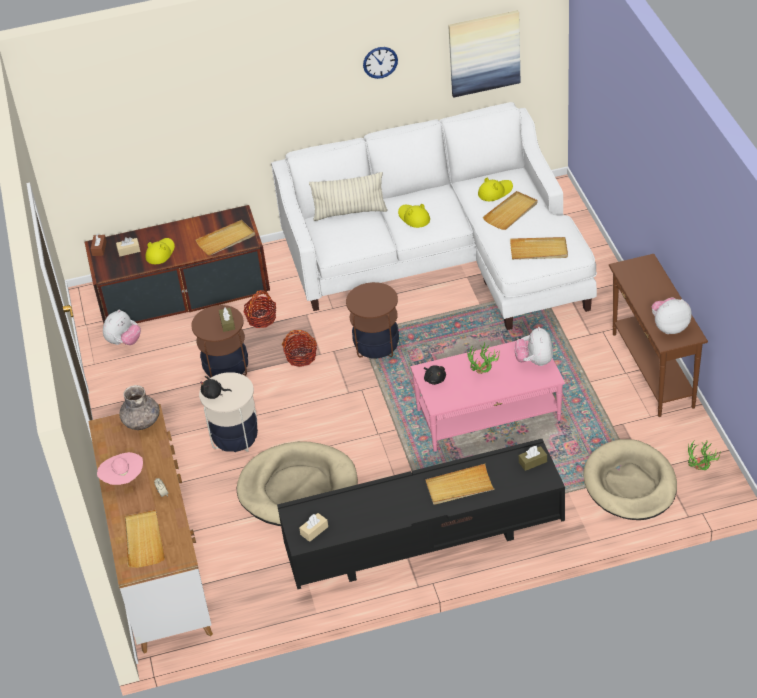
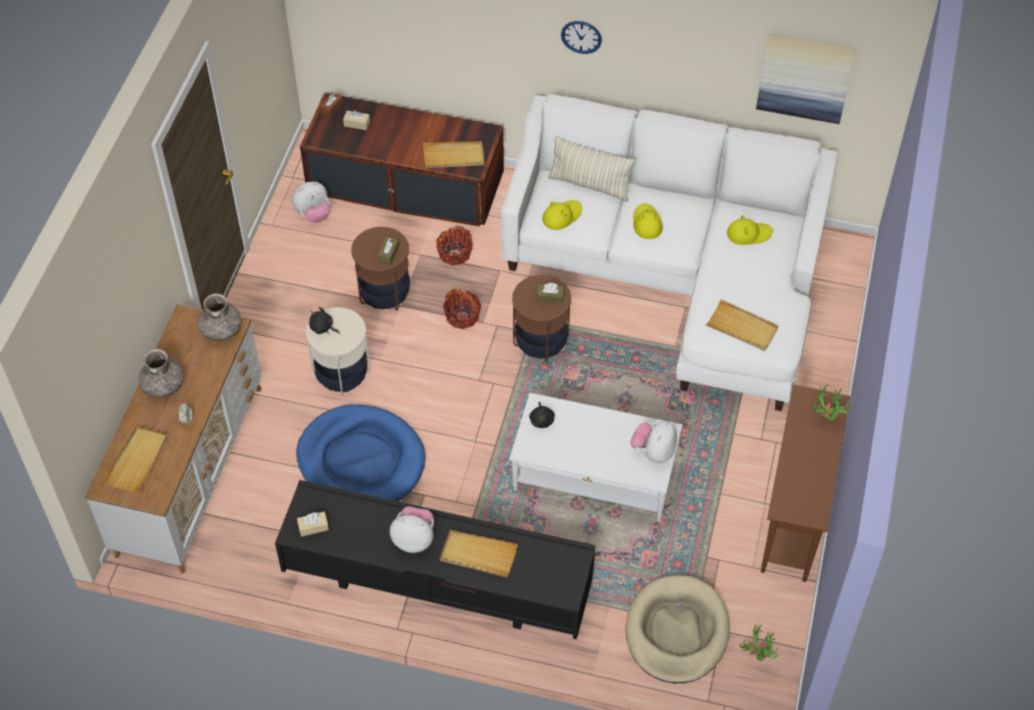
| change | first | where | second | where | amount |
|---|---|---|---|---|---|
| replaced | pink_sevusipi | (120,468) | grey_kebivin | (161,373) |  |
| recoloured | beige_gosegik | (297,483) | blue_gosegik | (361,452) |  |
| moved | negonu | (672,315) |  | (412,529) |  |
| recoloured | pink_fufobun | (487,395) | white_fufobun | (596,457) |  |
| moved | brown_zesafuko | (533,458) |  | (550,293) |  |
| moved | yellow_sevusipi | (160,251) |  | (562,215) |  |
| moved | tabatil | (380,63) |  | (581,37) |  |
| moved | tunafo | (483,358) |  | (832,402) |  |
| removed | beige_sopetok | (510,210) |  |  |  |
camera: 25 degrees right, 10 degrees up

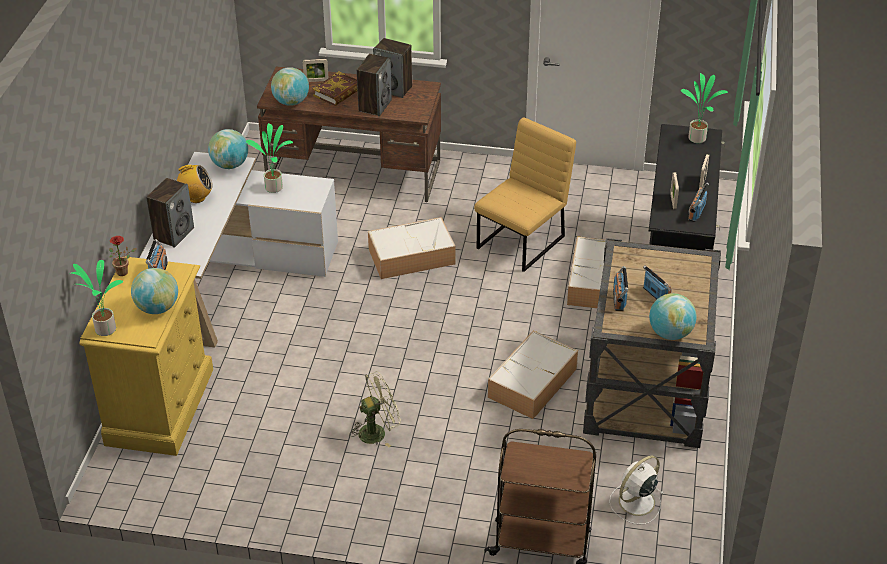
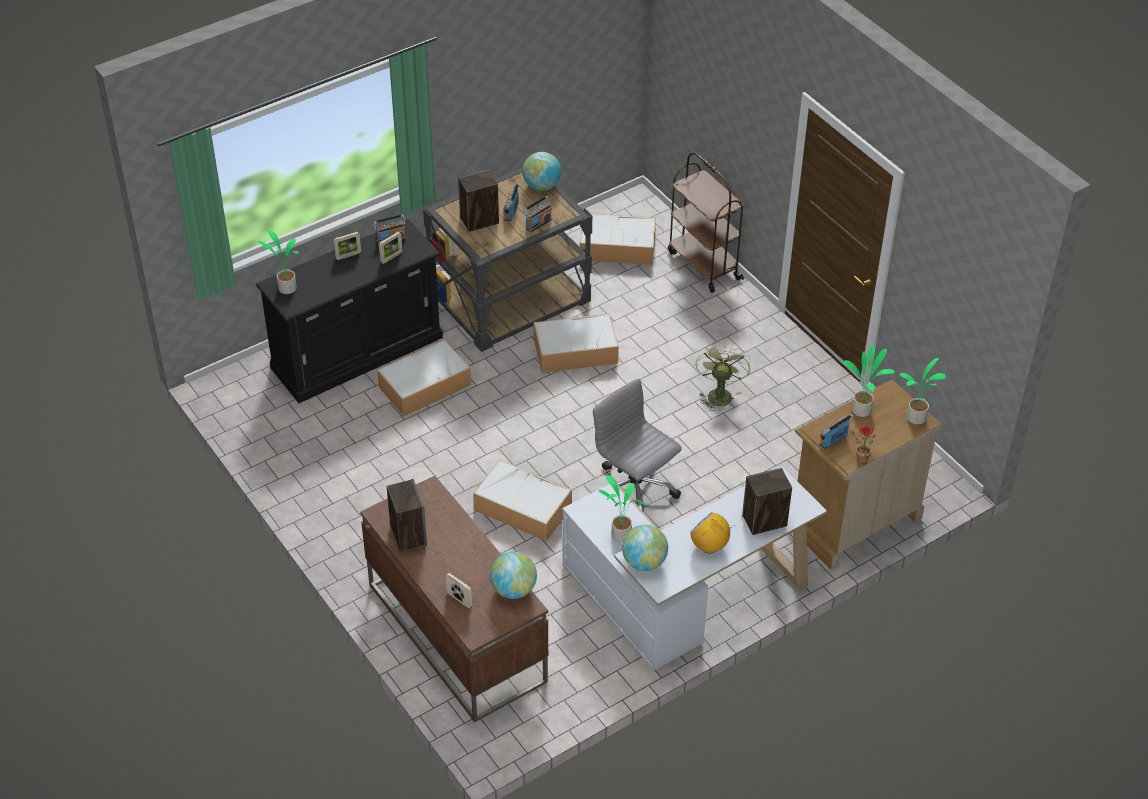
| change | first | where | second | where | amount |
|---|---|---|---|---|---|
| moved | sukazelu | (374,85) |  | (478,201) |  |
| replaced | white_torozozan | (636,490) | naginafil | (618,239) |  |
| added |  |  | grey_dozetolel | (637,445) |  |
| turned | green_torozozan | (375,409) |  | (723,377) | 75 degrees clockwise |
| recoloured | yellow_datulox | (146,356) | brown_datulox | (868,474) |  |
| replaced | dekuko | (154,291) | tunafo | (869,380) |  |
| removed | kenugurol | (335,89) |  |  |  |
| removed | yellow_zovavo | (525,194) |  |  |  |
camera: 135 degrees left, 5 degrees up

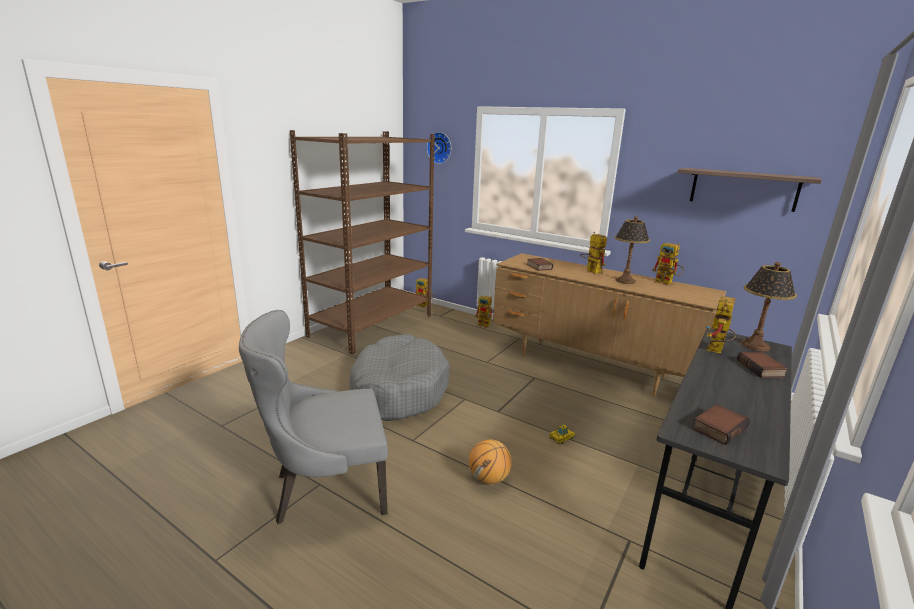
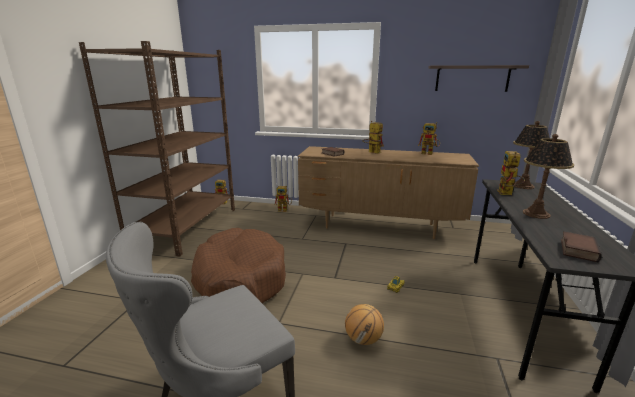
| change | first | where | second | where | amount |
|---|---|---|---|---|---|
| recoloured | grey_gosegik | (399,377) | brown_gosegik | (238,265) |  |
| moved | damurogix | (632,250) |  | (549,176) |  |
| removed | tabatil | (439,148) |  |  |  |
| removed | kenugurol | (762,365) |  |  |  |
camera: 20 degrees left, 0 degrees up

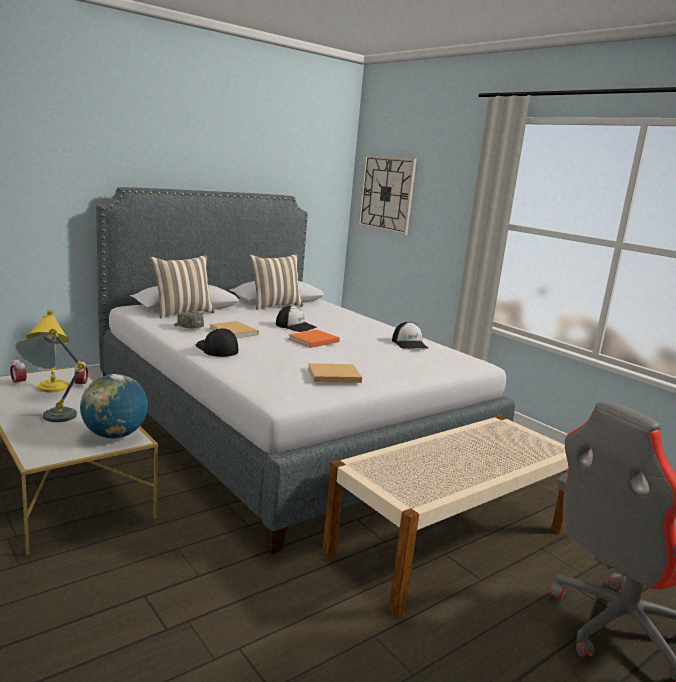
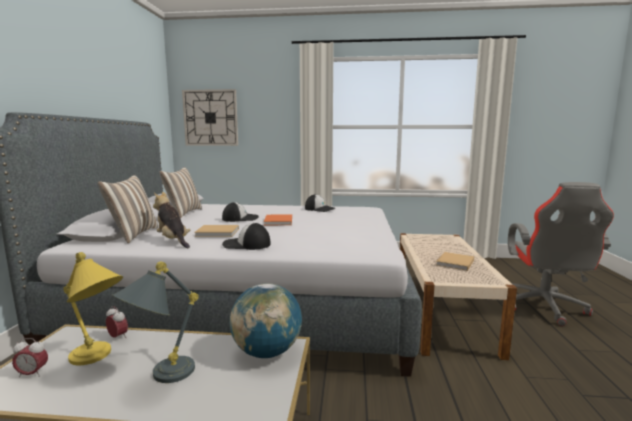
| change | first | where | second | where | amount |
|---|---|---|---|---|---|
| replaced | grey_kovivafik | (189,320) | negonu | (171,220) |  |
| moved | beige_kenugurol | (335,373) |  | (455,261) |  |
camera: 45 degrees left, 5 degrees down

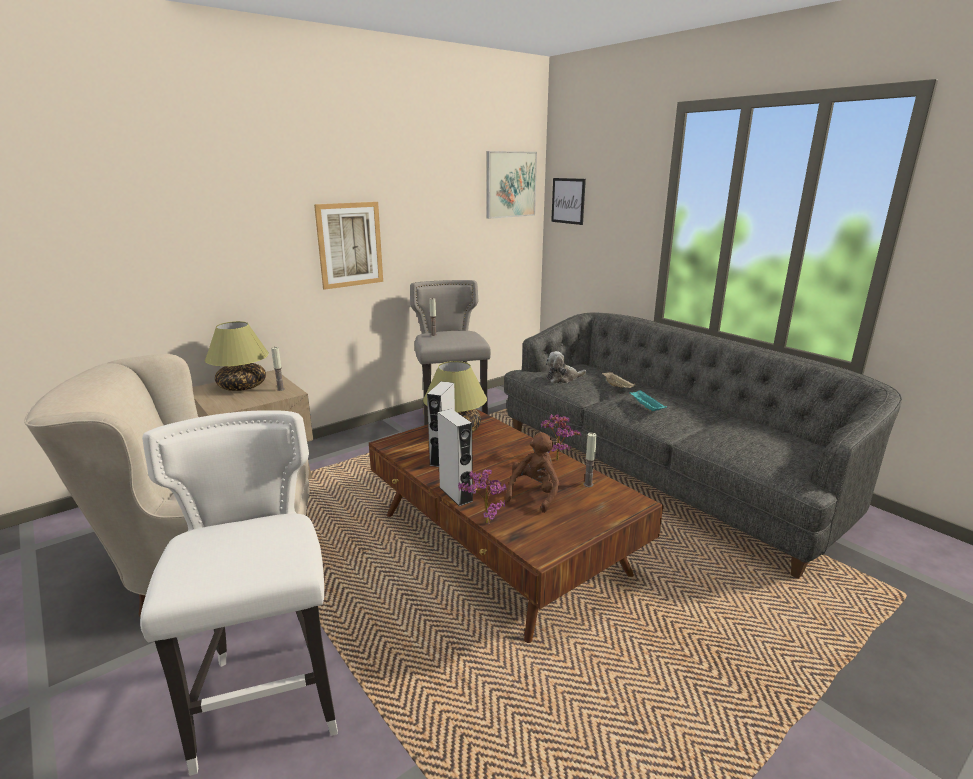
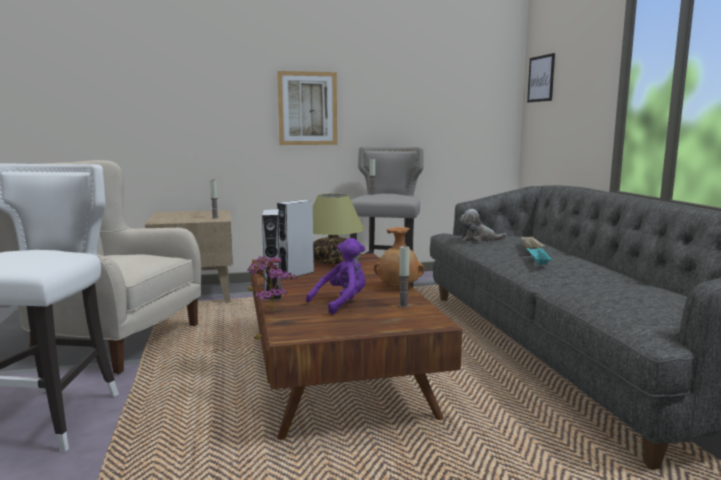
| change | first | where | second | where | amount |
|---|---|---|---|---|---|
| recoloured | brown_negonu | (532,472) | purple_negonu | (336,276) |  |
| replaced | tunafo | (561,437) | brown_kebivin | (399,257) |  |
| removed | damurogix | (237,356) |  |  |  |
| removed | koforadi | (512,185) |  |  |  |
camera: 25 degrees right, 10 degrees down

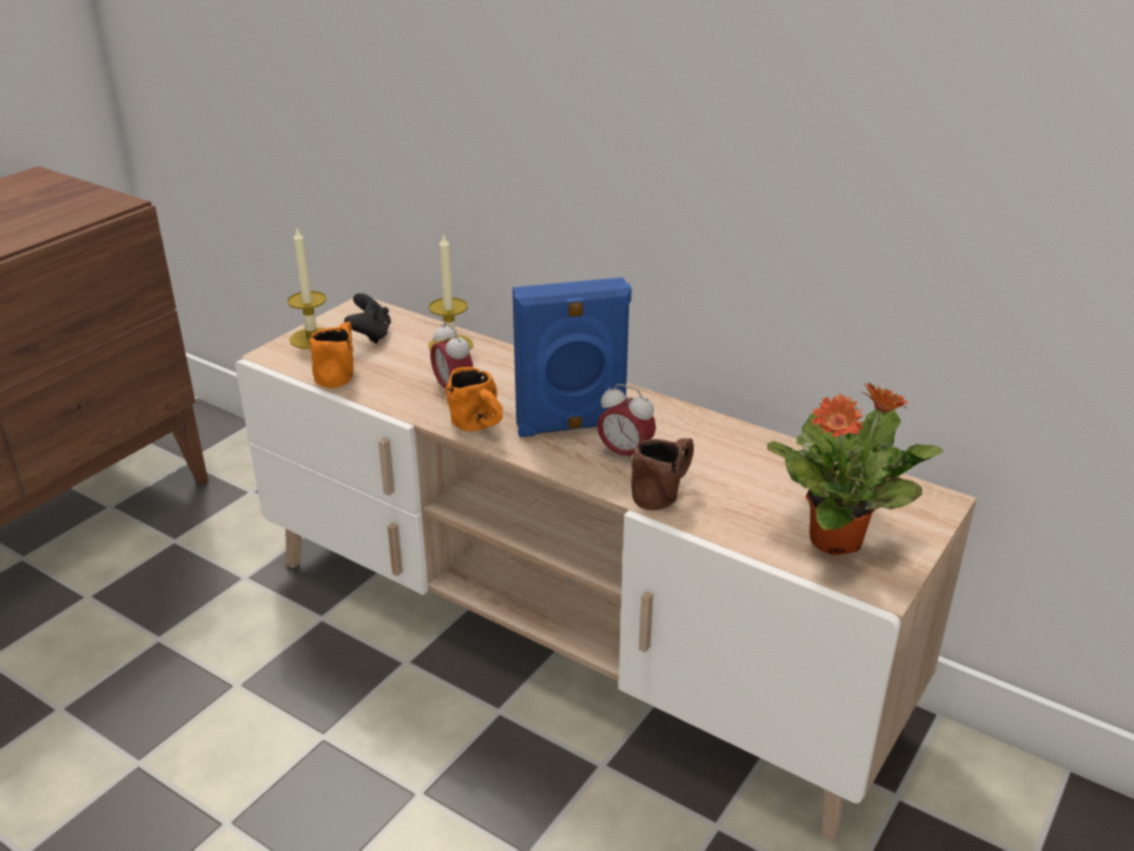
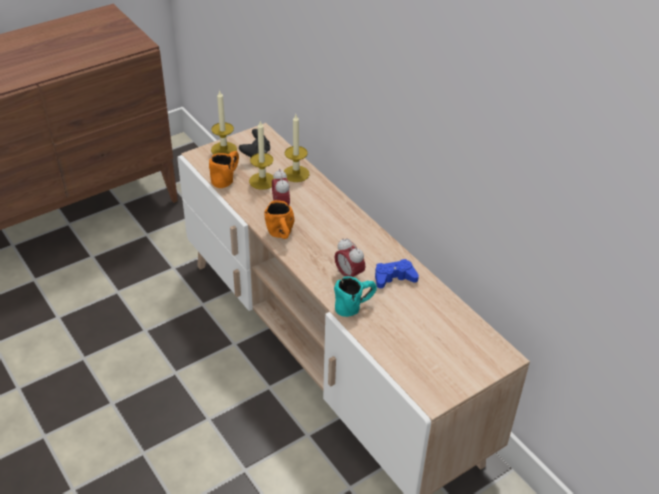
| change | first | where | second | where | amount |
|---|---|---|---|---|---|
| added |  |  | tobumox | (262,155) |  |
| recoloured | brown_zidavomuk | (662,474) | turquoise_zidavomuk | (355,296) |  |
| added |  |  | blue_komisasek | (397,273) |  |
| removed | blue_sukazelu | (572,357) |  |  |  |
| removed | tunafo | (855,469) |  |  |  |
camera: 20 degrees right, 10 degrees up

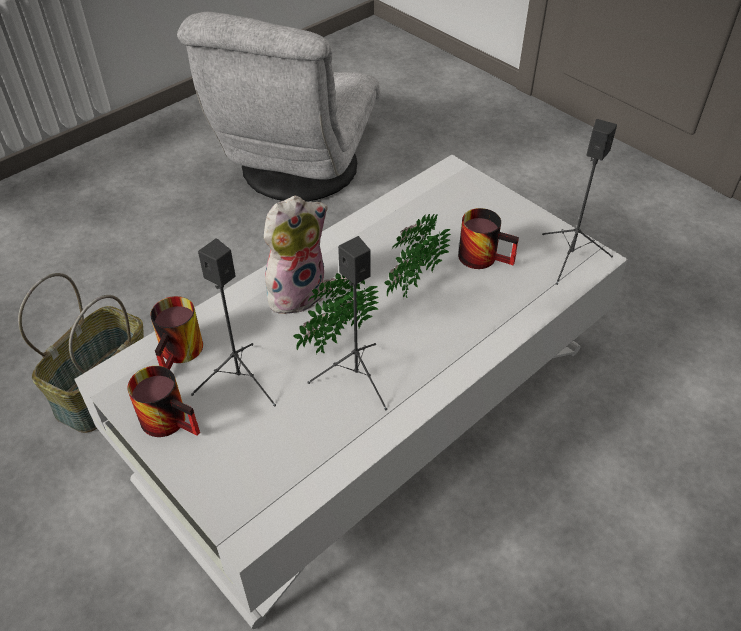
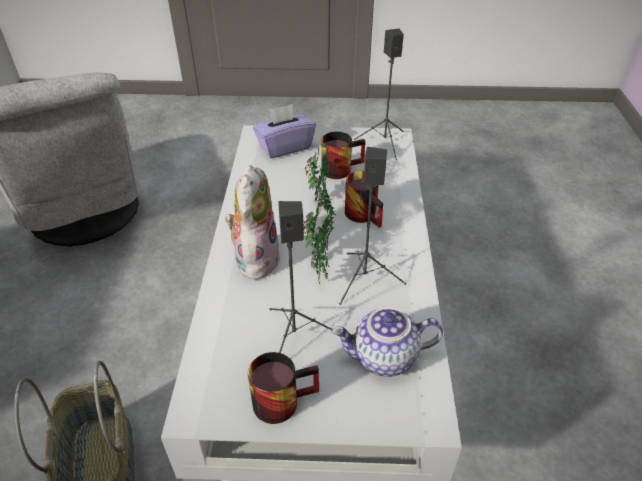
| change | first | where | second | where | amount |
|---|---|---|---|---|---|
| added |  |  | purple_zesafuko | (284,131) |  |
| added |  |  | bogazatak | (387,342) |  |
| moved | zidavomuk | (176,333) |  | (364,199) |  |
camera: 45 degrees left, 5 degrees down

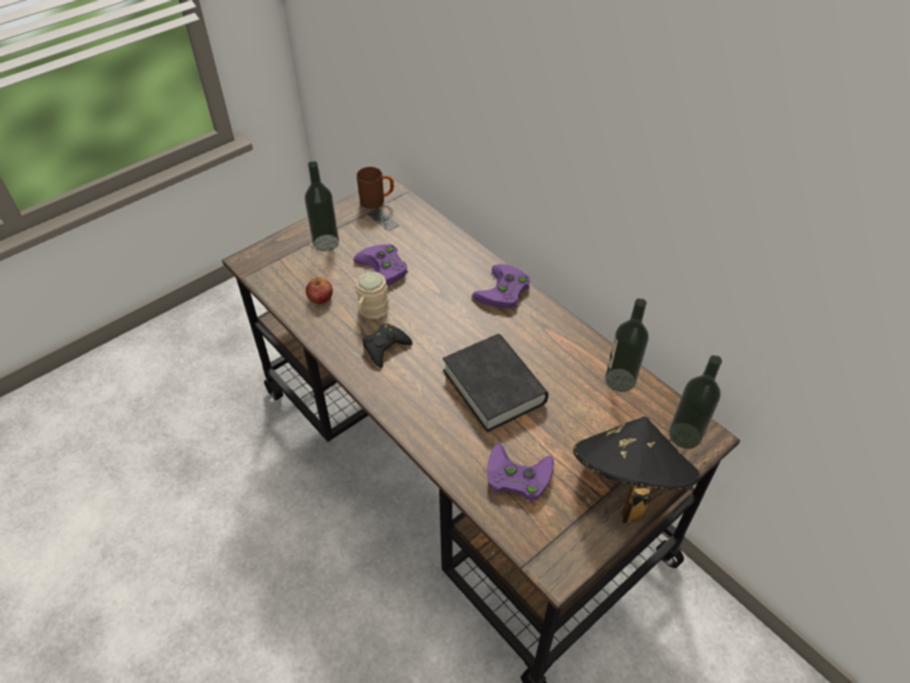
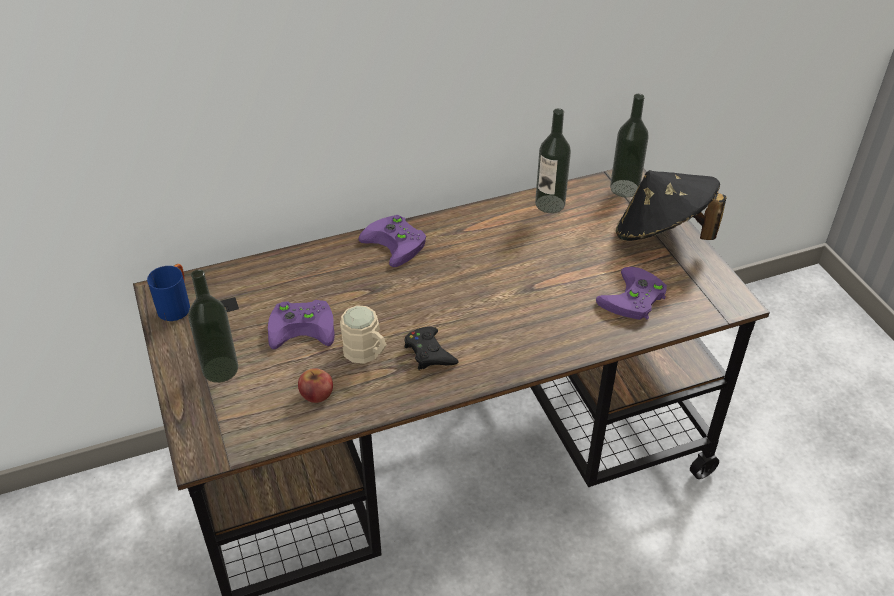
| change | first | where | second | where | amount |
|---|---|---|---|---|---|
| recoloured | brown_zidavomuk | (375,188) | blue_zidavomuk | (168,292) |  |
| removed | black_kenugurol | (495,383) |  |  |  |
camera: 70 degrees left, 5 degrees down

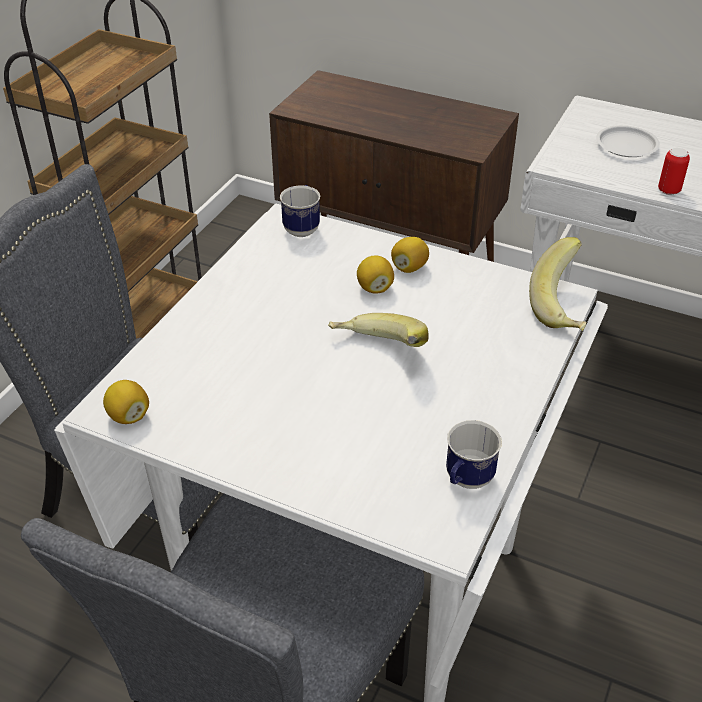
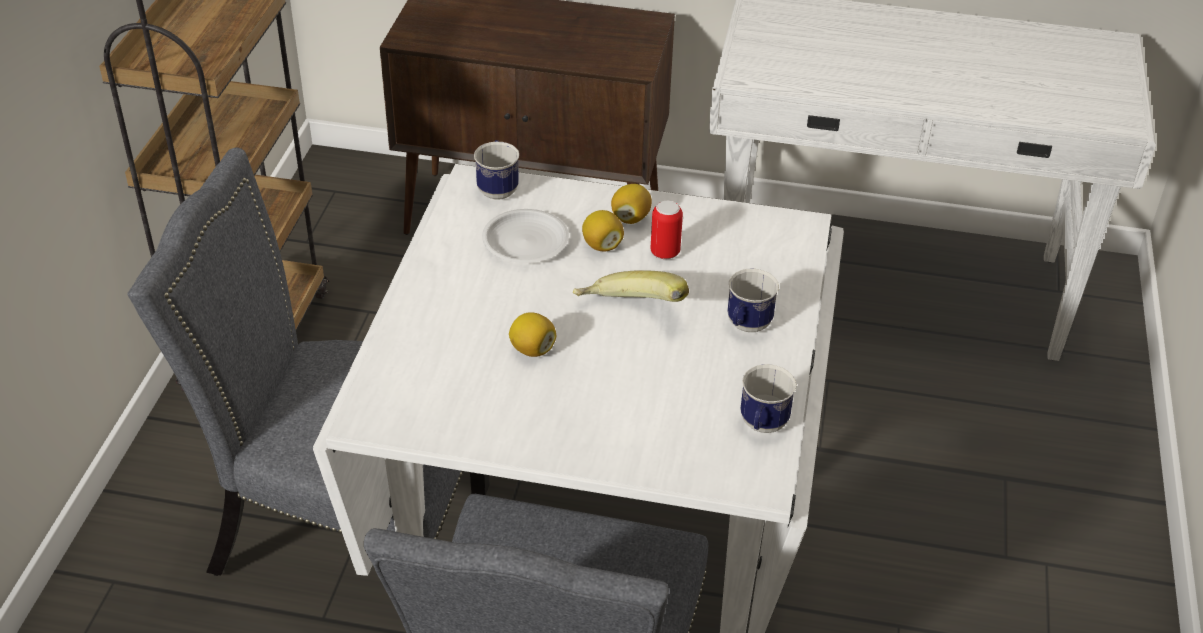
| change | first | where | second | where | amount |
|---|---|---|---|---|---|
| moved | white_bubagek | (628,141) |  | (525,236) |  |
| moved | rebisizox | (126,402) |  | (532,334) |  |
| moved | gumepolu | (674,171) |  | (667,230) |  |
| added |  |  | zidavomuk | (753,300) |  |
| removed | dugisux | (558,284) |  |  |  |
camera: 15 degrees left, 0 degrees up

